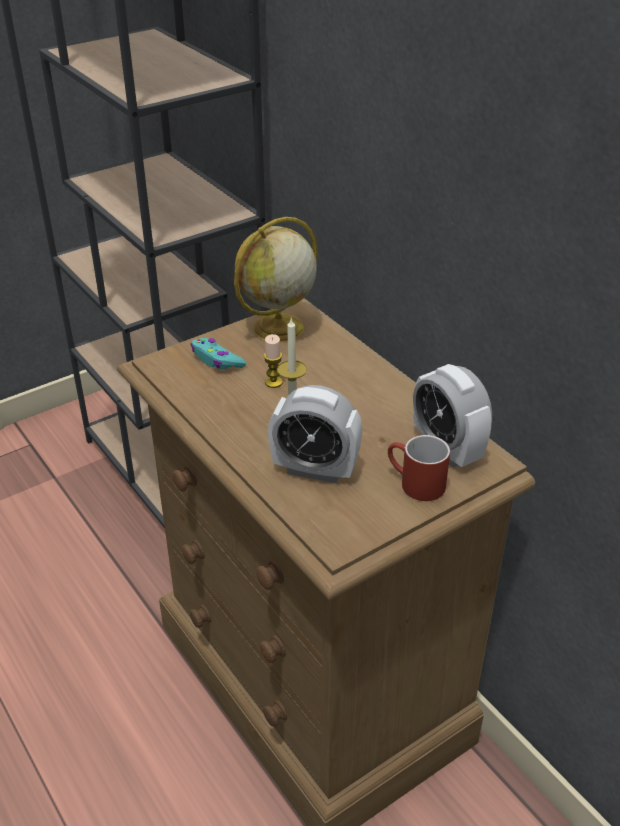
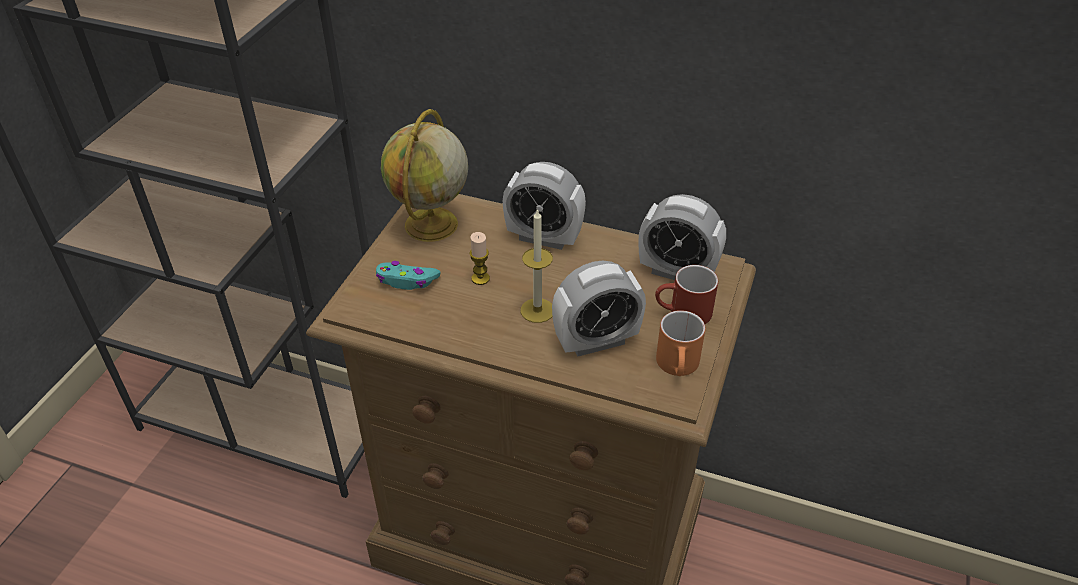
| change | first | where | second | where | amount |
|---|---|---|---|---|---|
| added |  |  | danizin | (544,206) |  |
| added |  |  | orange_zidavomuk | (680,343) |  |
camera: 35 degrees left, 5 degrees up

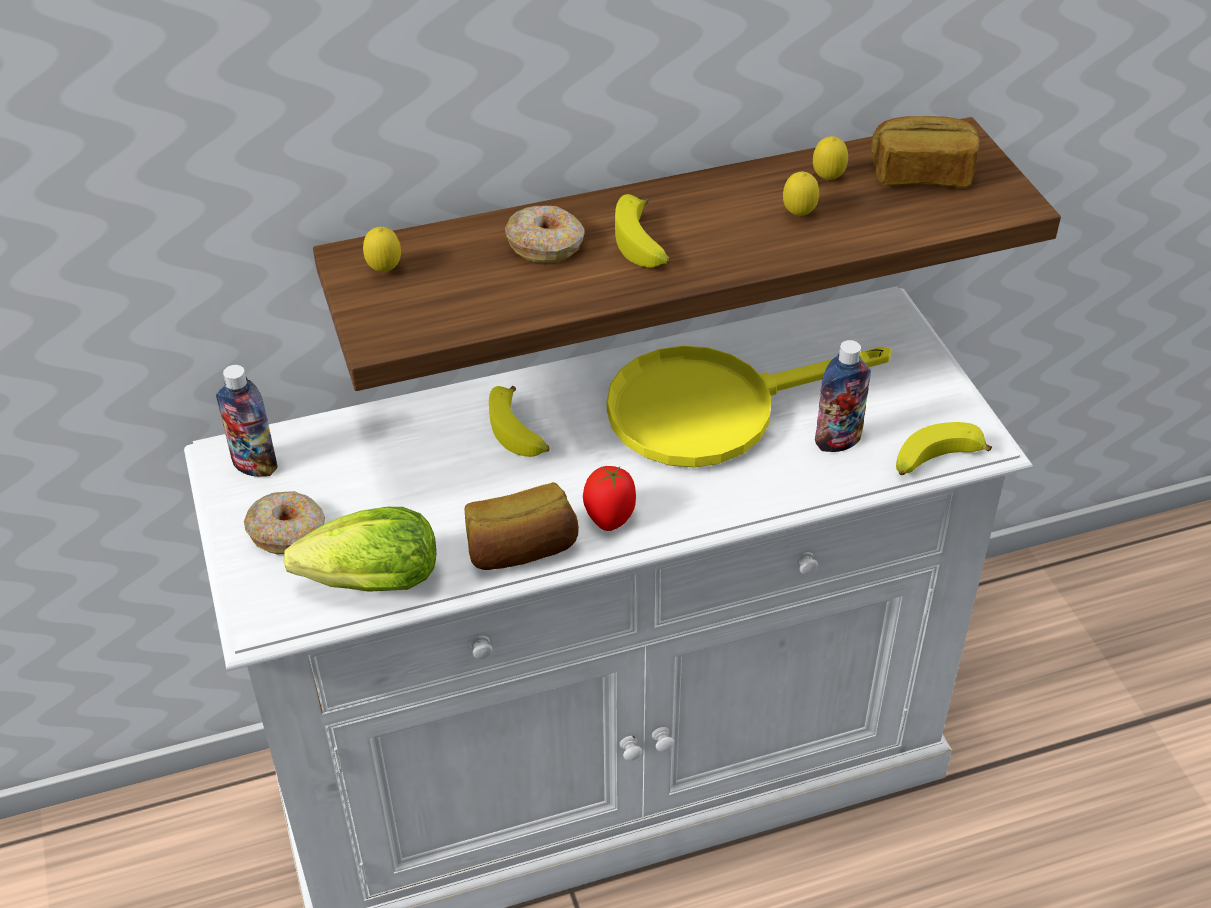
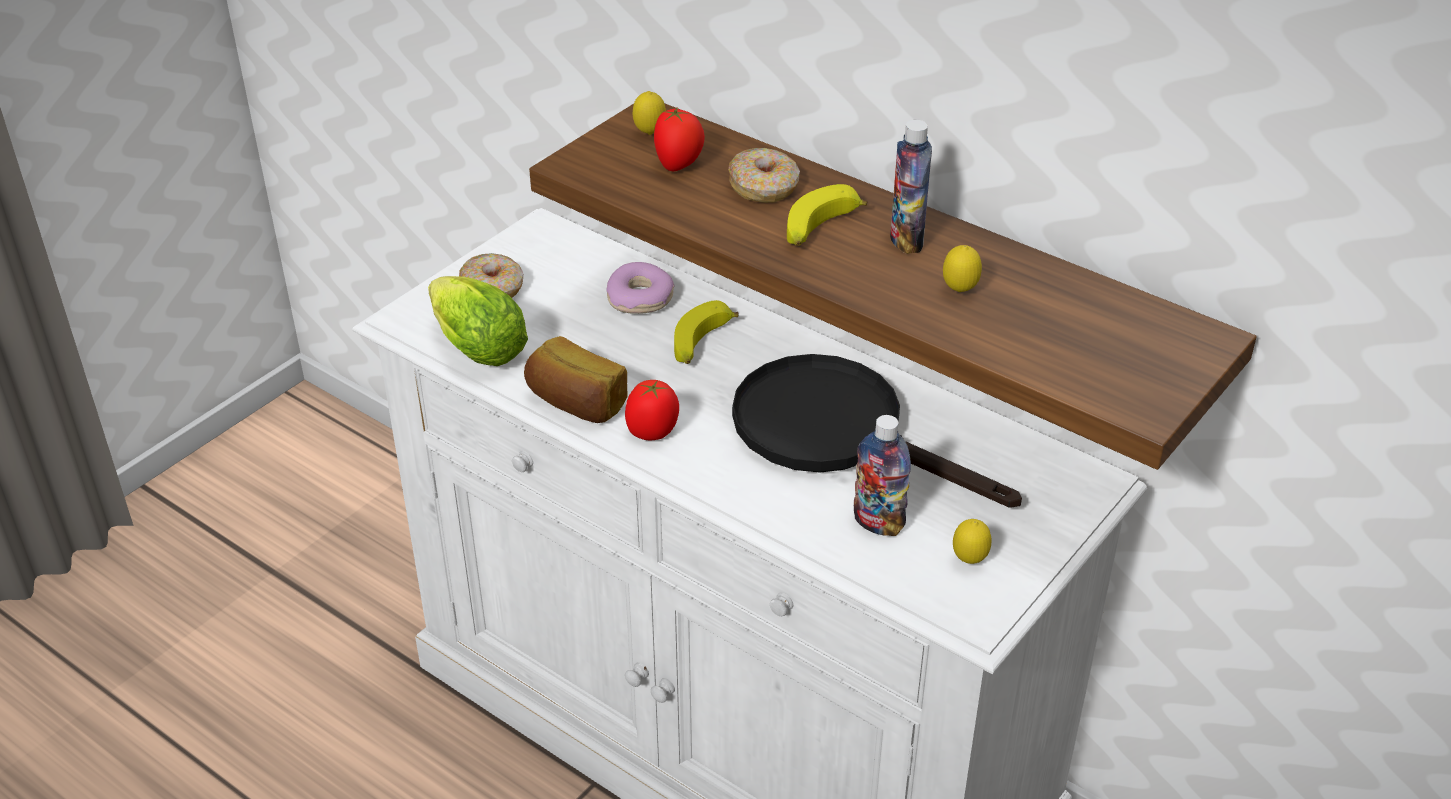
| change | first | where | second | where | amount |
|---|---|---|---|---|---|
| added |  |  | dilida | (640,288) |  |
| added |  |  | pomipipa | (679,138) |  |
| recoloured | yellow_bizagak | (749,407) | black_bizagak | (877,431) |  |
| moved | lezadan | (247,421) |  | (911,187) |  |
| moved | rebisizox | (830,158) |  | (972,541) |  |
| removed | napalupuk | (925,151) |  |  |  |
| removed | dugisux | (944,448) |  |  |  |
camera: 55 degrees right, 5 degrees down

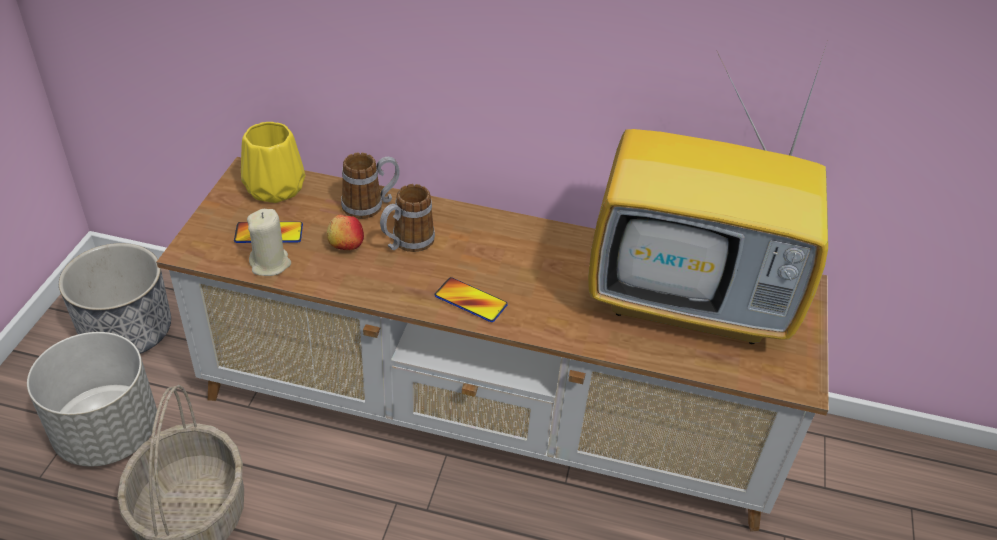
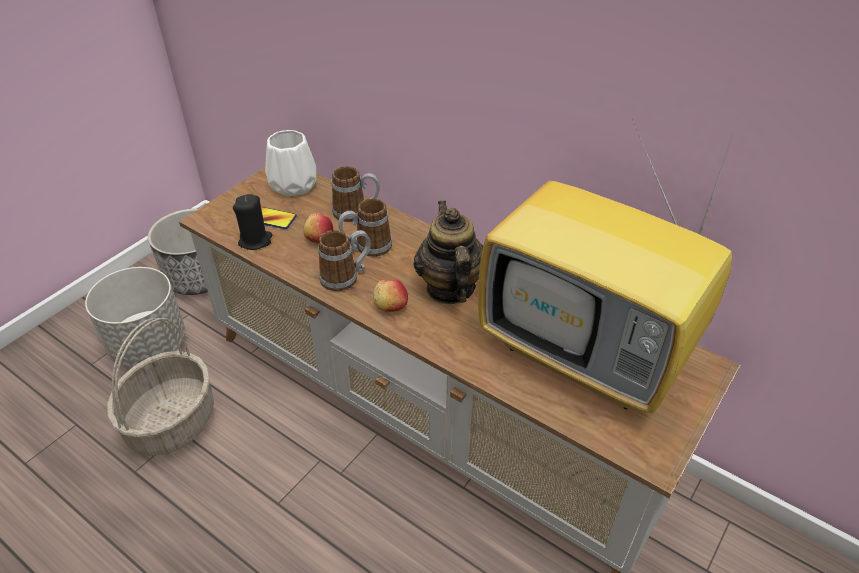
| change | first | where | second | where | amount |
|---|---|---|---|---|---|
| recoloured | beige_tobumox | (269,242) | black_tobumox | (252,222) |  |
| recoloured | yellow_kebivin | (273,162) | white_kebivin | (291,163) |  |
| added |  |  | zidavomuk | (344,260) |  |
| replaced | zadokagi | (471,299) | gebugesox | (390,296) |  |
| added |  |  | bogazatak | (448,252) |  |
camera: 25 degrees right, 0 degrees up

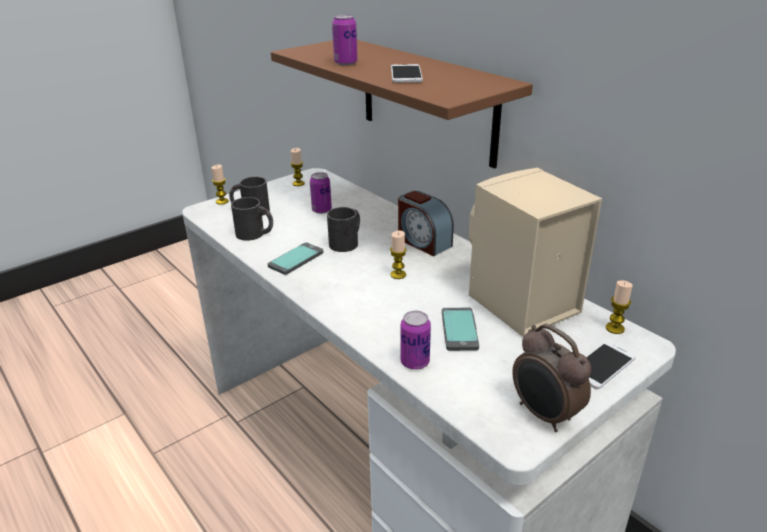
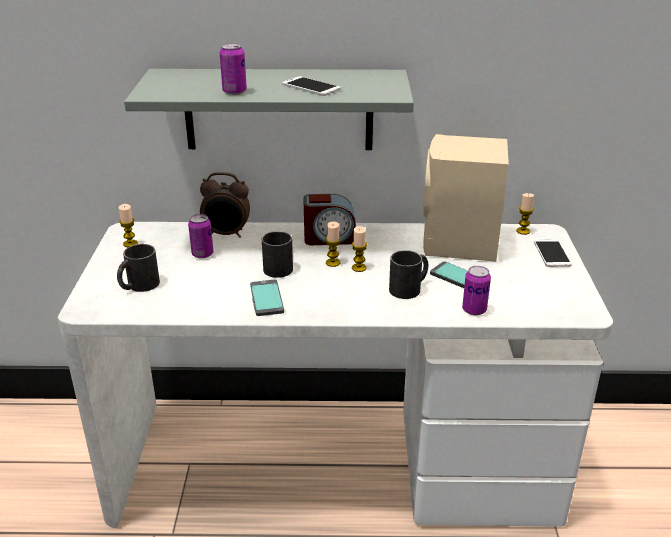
| change | first | where | second | where | amount |
|---|---|---|---|---|---|
| recoloured | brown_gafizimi | (402,104) | grey_gafizimi | (269,109) |  |
| moved | danizin | (551,378) |  | (225,205) |  |
| moved | tobumox | (220,185) |  | (333,244) |  |
| moved | black_zidavomuk | (252,219) |  | (408,274) |  |
camera: 50 degrees left, 0 degrees up

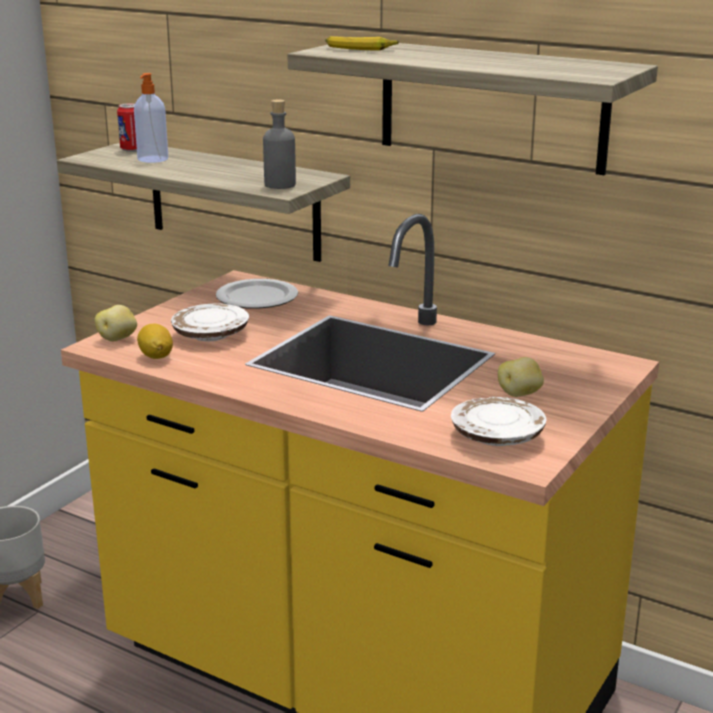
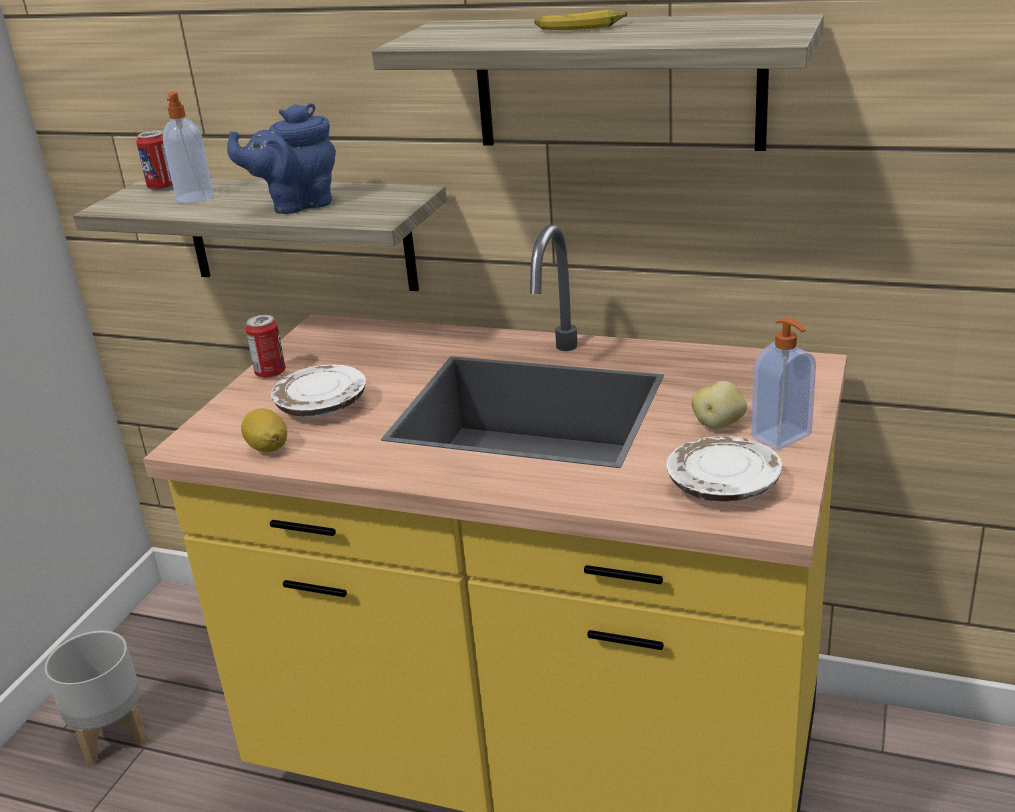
| change | first | where | second | where | amount |
|---|---|---|---|---|---|
| added |  |  | blue_bogazatak | (281,158) |  |
| added |  |  | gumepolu | (265,346) |  |
| moved | dugisux | (362,43) |  | (580,19) |  |
| added |  |  | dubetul | (783,384) |  |
| removed | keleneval | (116,323) |  |  |  |
| removed | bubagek | (257,294) |  |  |  |
| removed | grey_lezadan | (279,144) |  |  |  |
camera: 10 degrees left, 5 degrees up

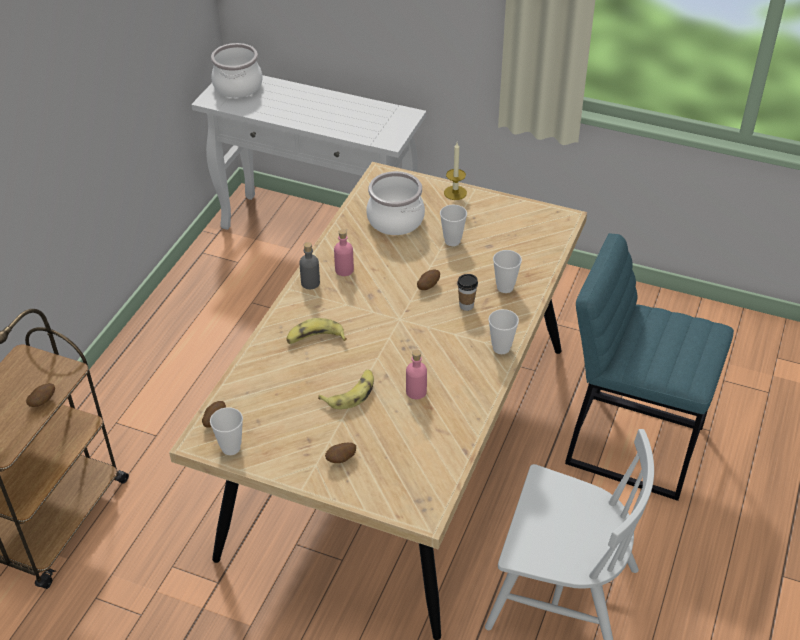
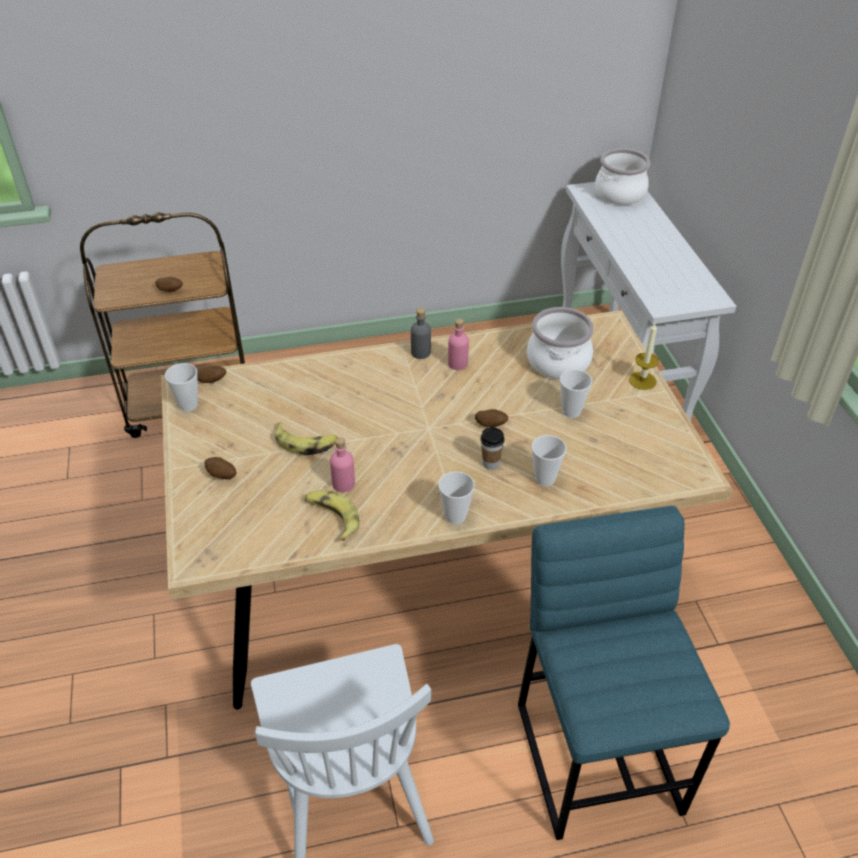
| change | first | where | second | where | amount |
|---|---|---|---|---|---|
| moved | dugisux | (317,331) |  | (332,515) |  |
camera: 55 degrees right, 0 degrees up

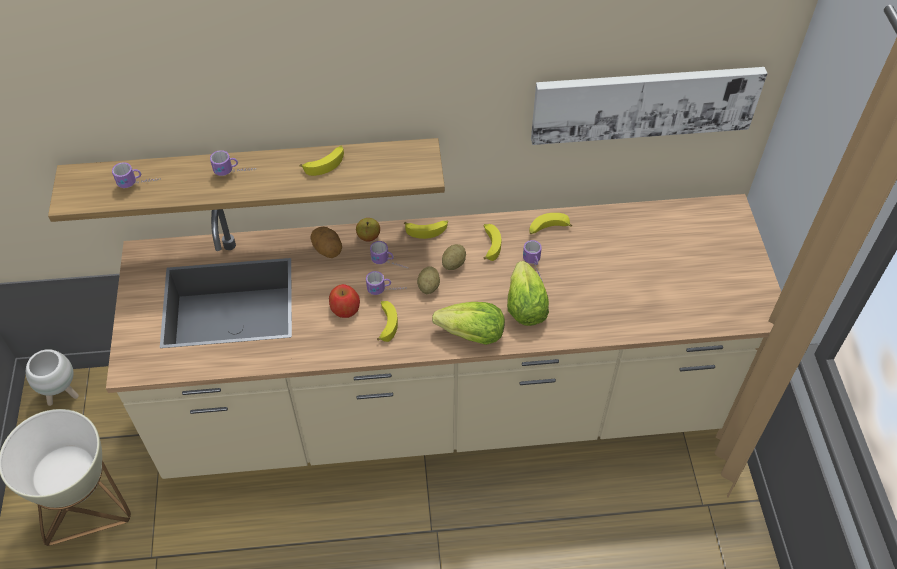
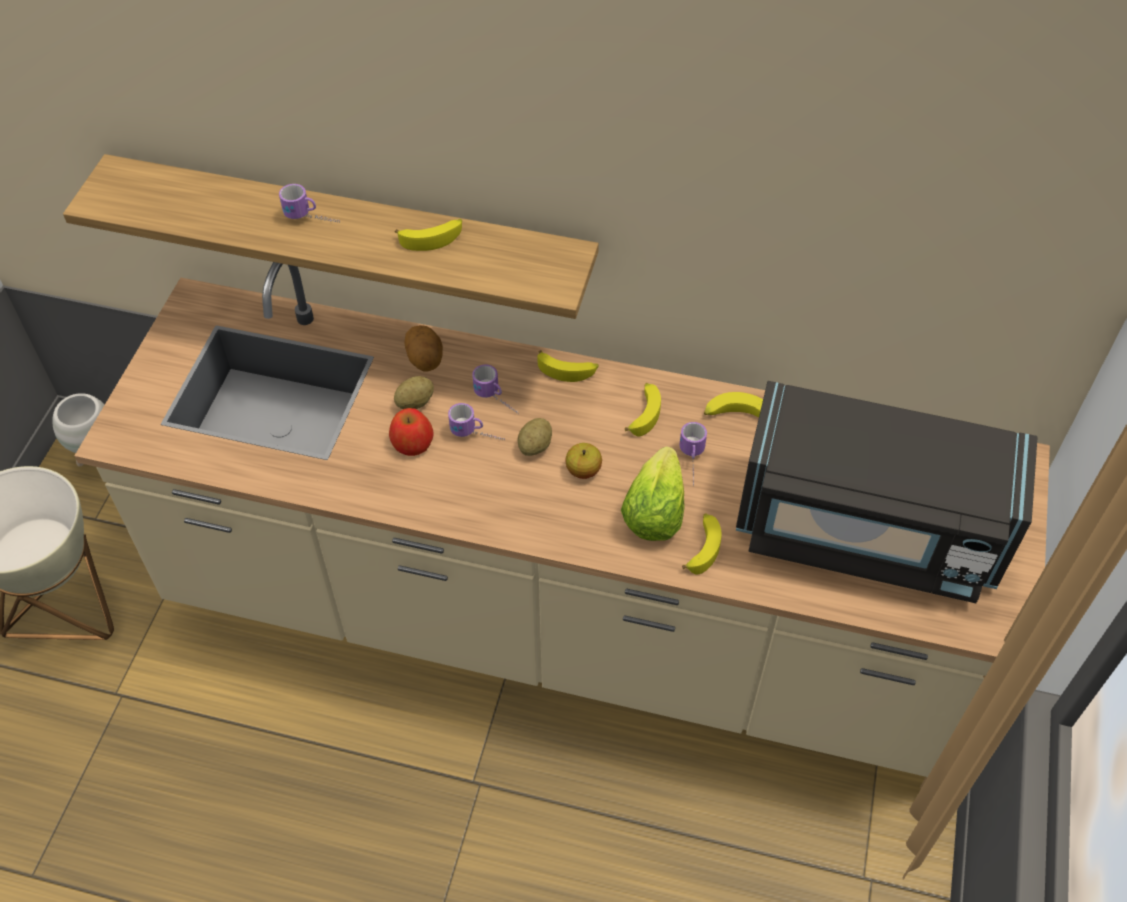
| change | first | where | second | where | amount |
|---|---|---|---|---|---|
| moved | keleneval | (454,257) |  | (414,392) |  |
| moved | gebugesox | (368,230) |  | (583,461) |  |
| moved | dugisux | (387,321) |  | (702,543) |  |
| added |  |  | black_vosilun | (887,492) |  |
| removed | zidavomuk | (136,175) |  |  |  |
| removed | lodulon | (468,323) |  |  |  |
| removed | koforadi | (649,106) |  |  |  |
camera: 20 degrees right, 0 degrees up

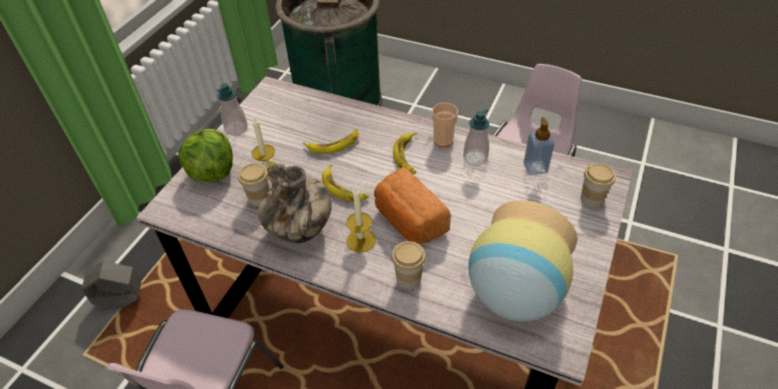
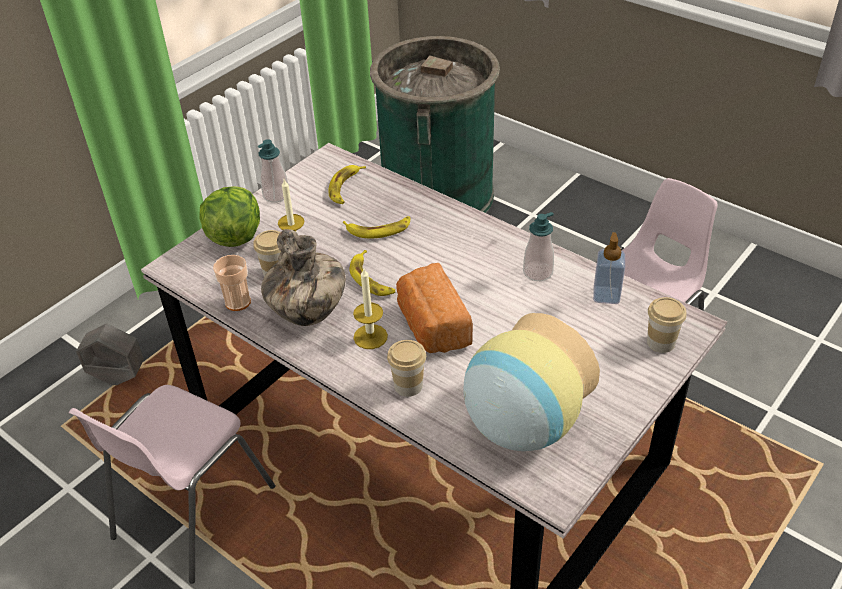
| change | first | where | second | where | amount |
|---|---|---|---|---|---|
| moved | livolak | (445,125) |  | (232,283) |  |
| moved | dugisux | (405,153) |  | (347,184) |  |
camera: 15 degrees right, 5 degrees down

